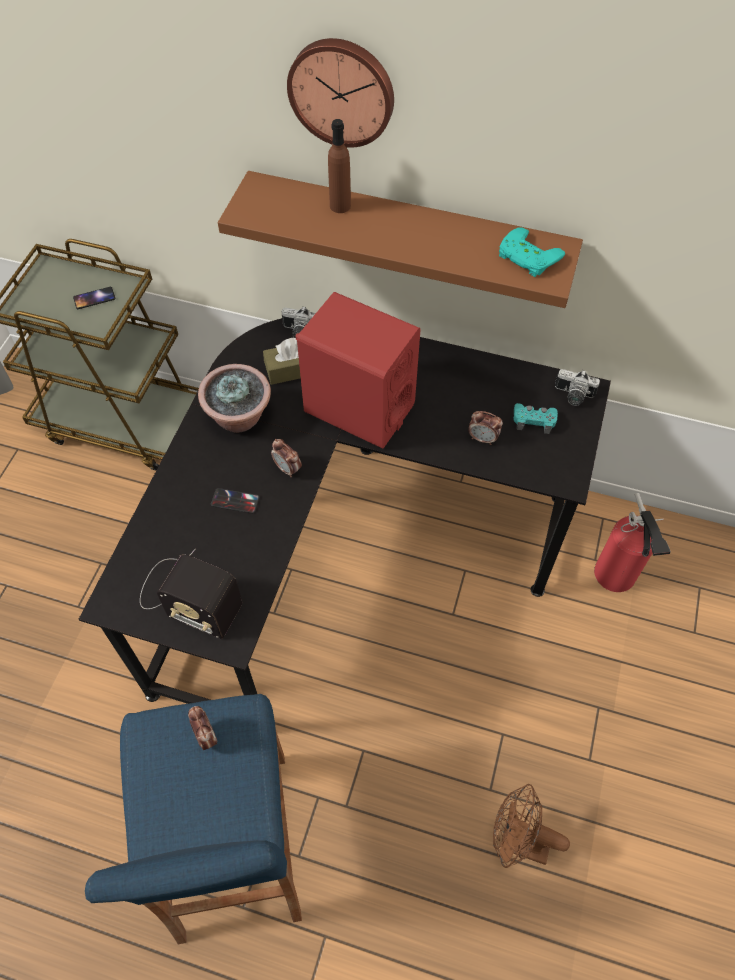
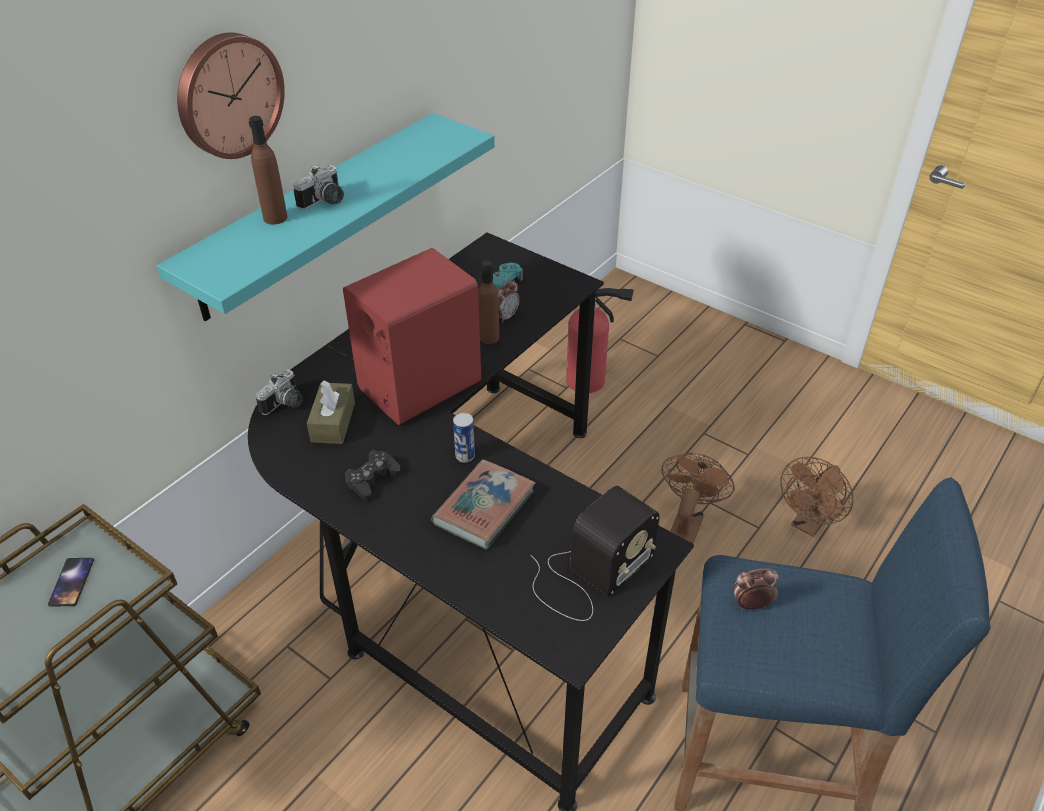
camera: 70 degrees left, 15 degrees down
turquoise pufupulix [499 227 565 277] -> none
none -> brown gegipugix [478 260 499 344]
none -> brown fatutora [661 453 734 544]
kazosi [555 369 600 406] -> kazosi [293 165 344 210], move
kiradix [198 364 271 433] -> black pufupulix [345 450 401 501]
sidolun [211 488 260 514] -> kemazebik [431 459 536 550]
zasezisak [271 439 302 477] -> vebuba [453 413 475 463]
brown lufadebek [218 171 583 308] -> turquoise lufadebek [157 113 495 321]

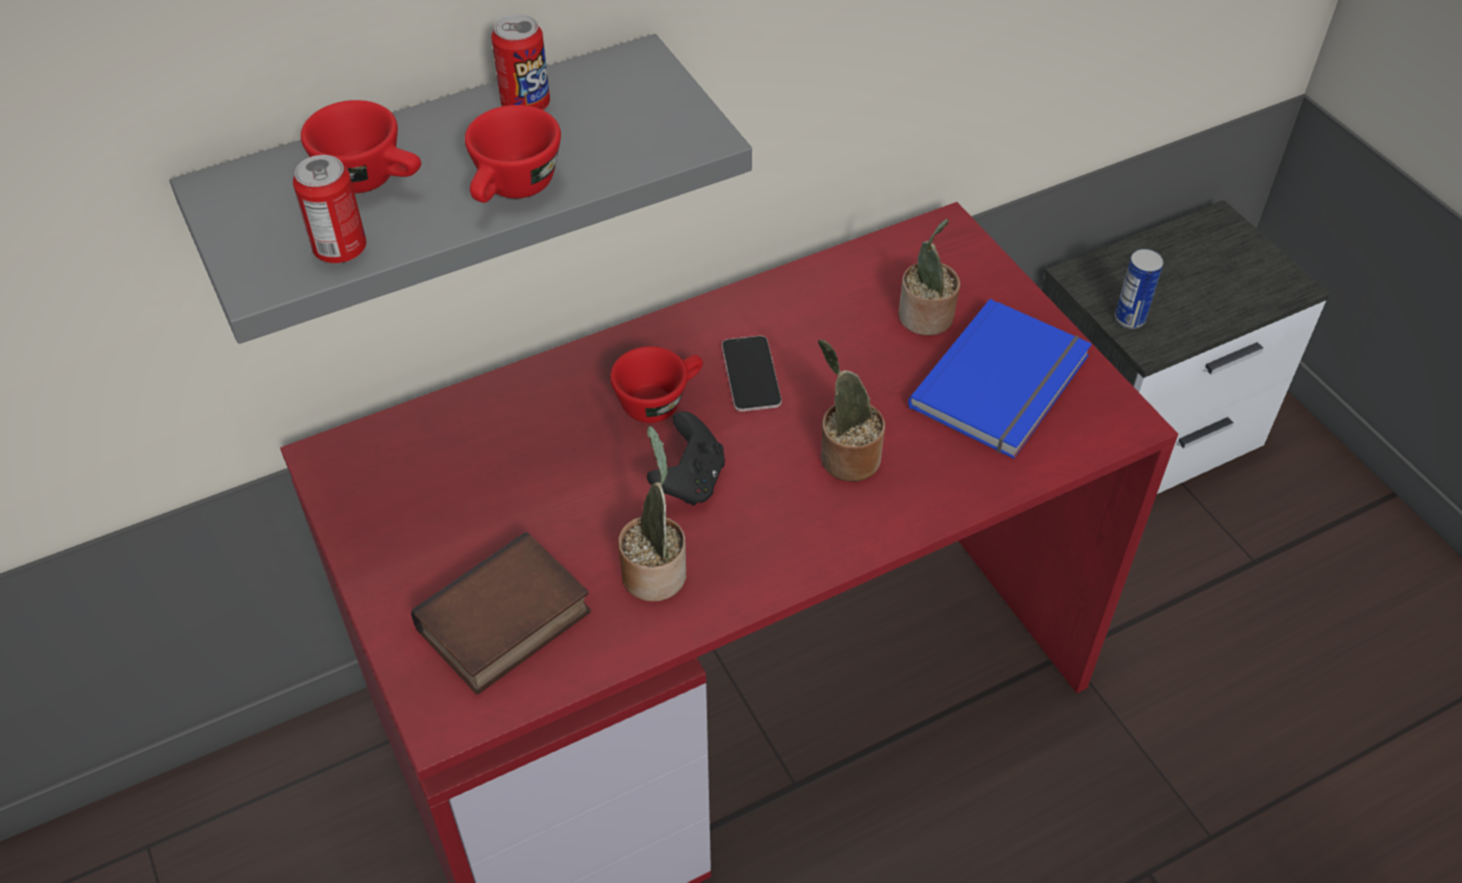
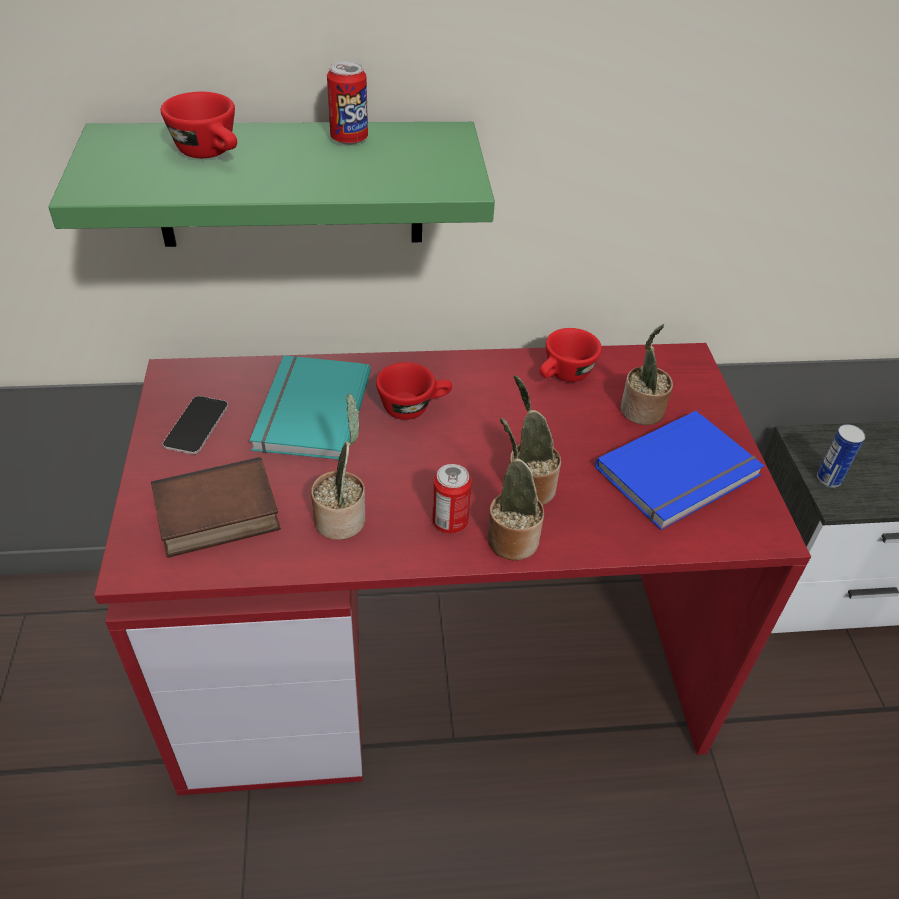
camera: 20 degrees right, 5 degrees down
black pufupulix [647 411 725 506] -> none
none -> turquoise kemazebik [250 355 371 460]
none -> kiradix [488 418 544 560]
vebuba [293 155 366 263] -> vebuba [432 464 472 534], move
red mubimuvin [465 105 561 203] -> red mubimuvin [540 328 602 382], move
sidolun [722 336 782 412] -> sidolun [162 396 228 454], move
grey lufadebek [170 34 752 344] -> green lufadebek [48 122 495 247]

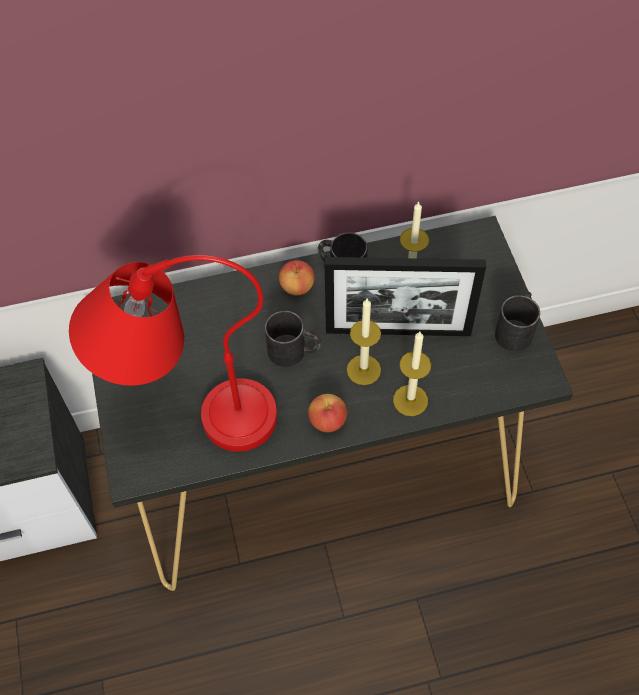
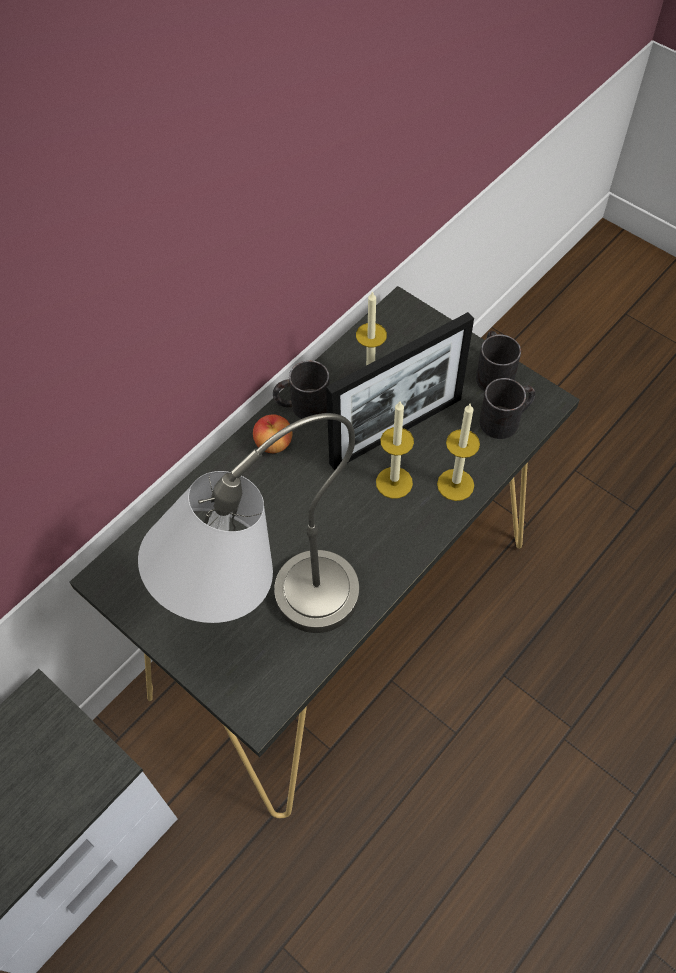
camera: 35 degrees left, 0 degrees up
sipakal [308 394 347 432] -> none
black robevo [265 311 321 367] -> black robevo [479 378 535 439], move
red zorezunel [69 255 277 452] -> grey zorezunel [138 413 359 633]

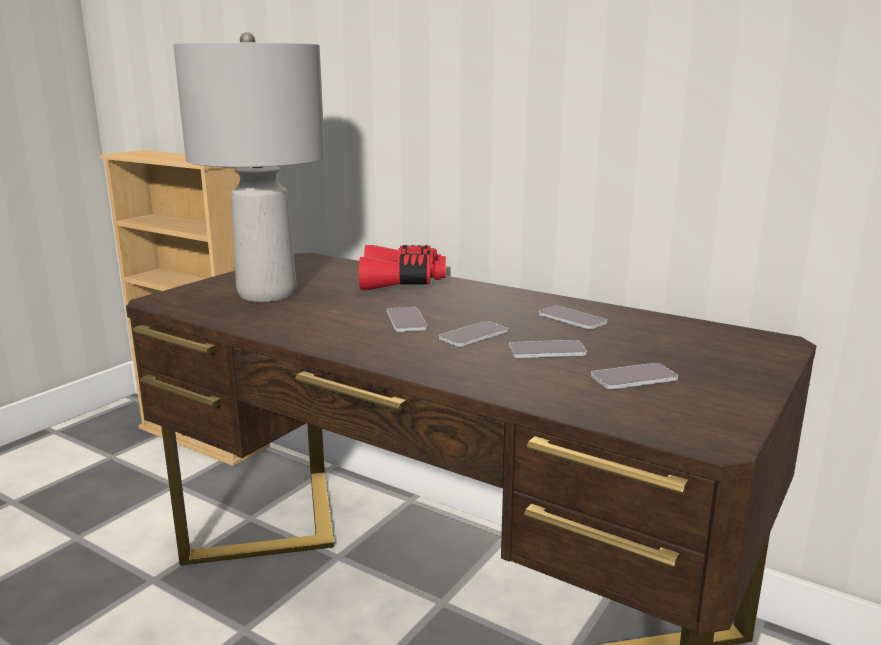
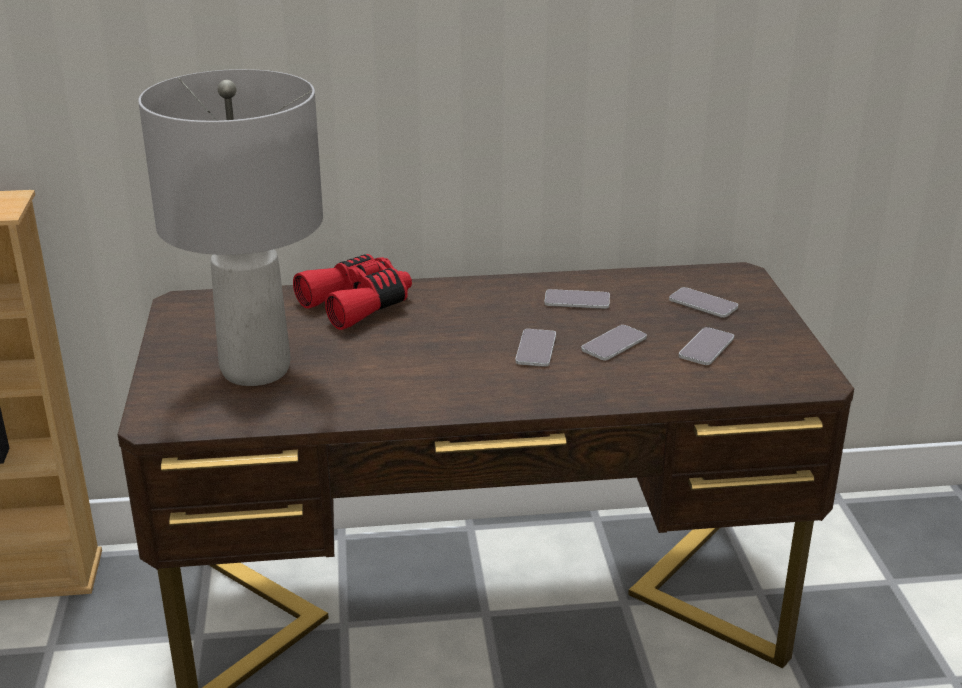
camera: 40 degrees left, 10 degrees up
sidolun [387 307 428 332] -> sidolun [669 287 738 318], move

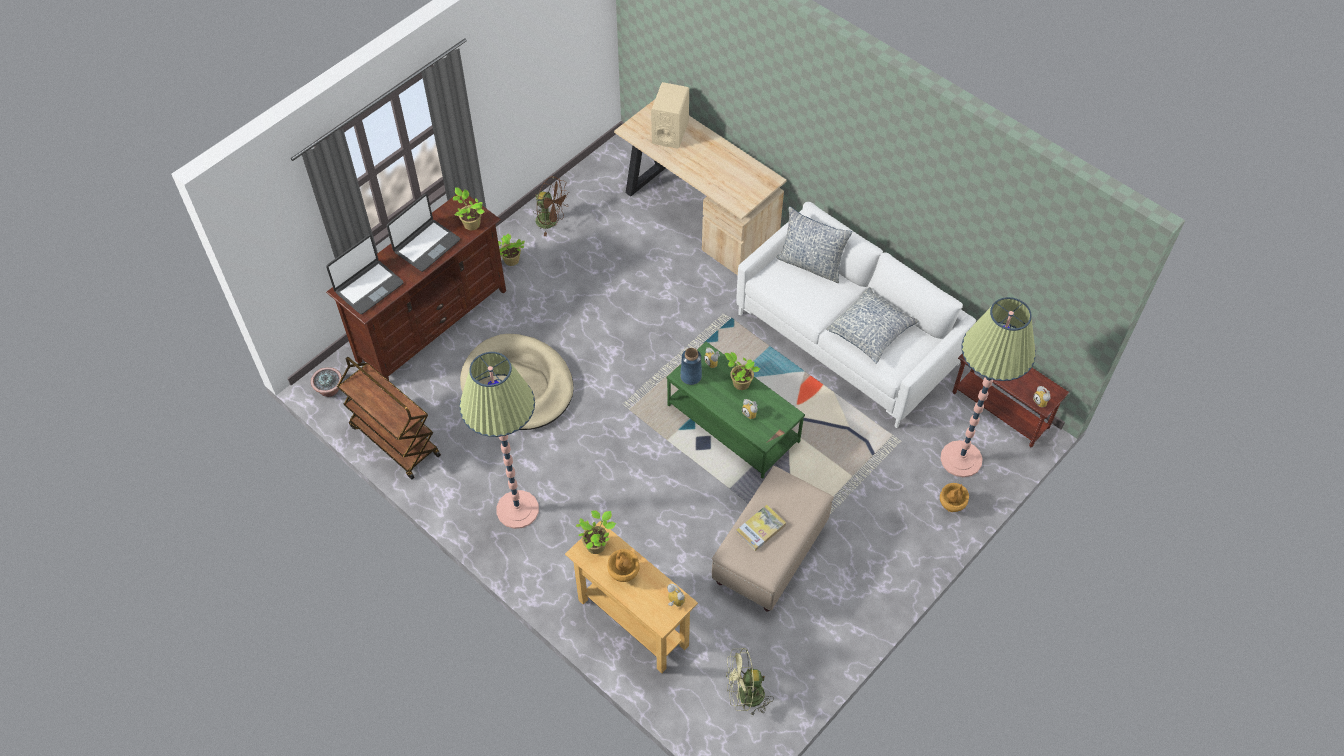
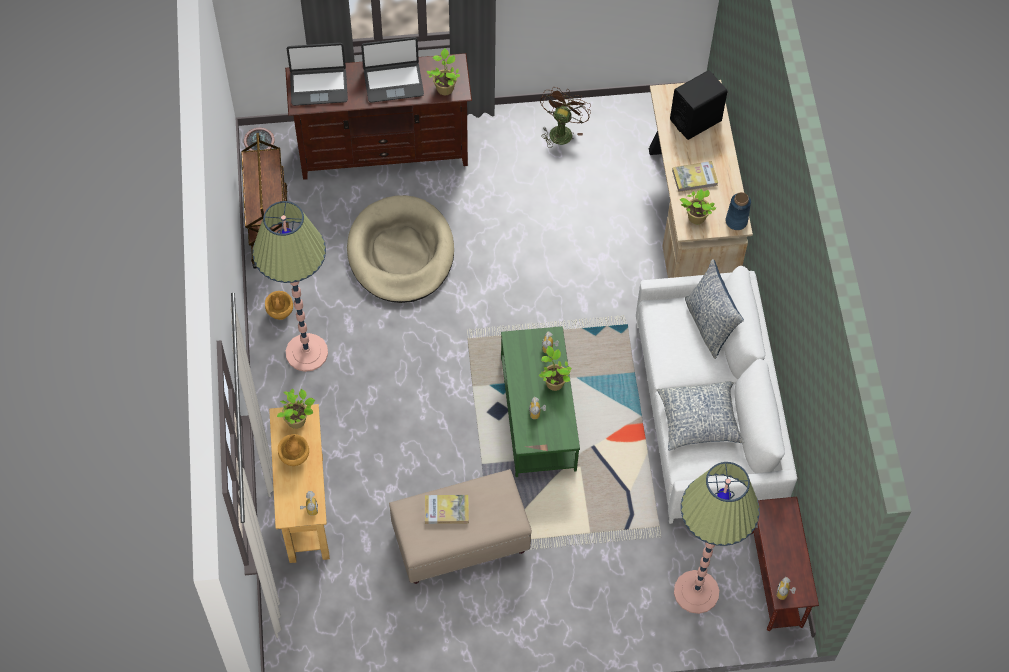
camera: 40 degrees right, 5 degrees up
green fatutora [726 648 774 716] -> none
none -> kemazebik [672 161 718 192]
kiradix [498 234 525 266] -> kiradix [680 189 716 224], move
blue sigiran [680 348 702 385] -> blue sigiran [726 192 751 230], move
brown sigiran [940 483 969 512] -> brown sigiran [265 291 293 320], move
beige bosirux [651 82 689 149] -> black bosirux [670 70 727 140]
brown fatutora [533 176 569 236] -> brown fatutora [540 87 591 147], 135 degrees counterclockwise

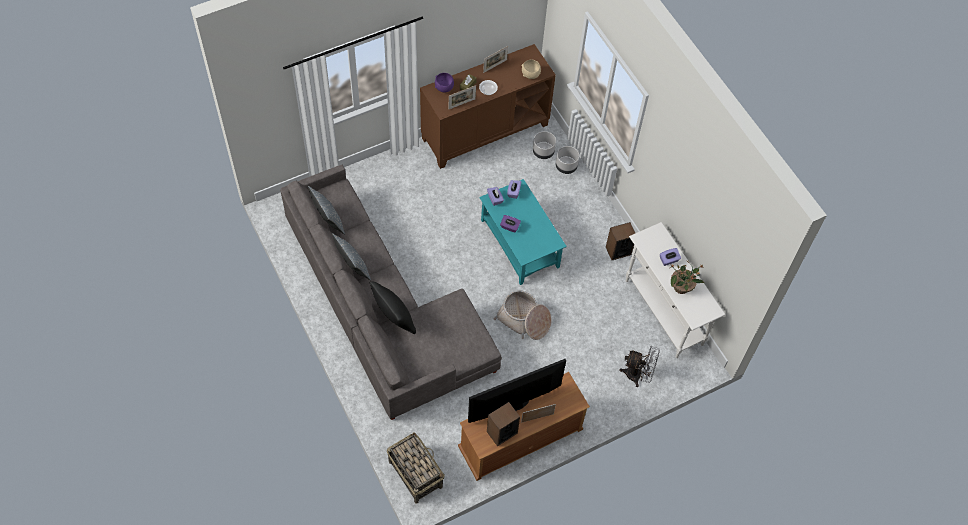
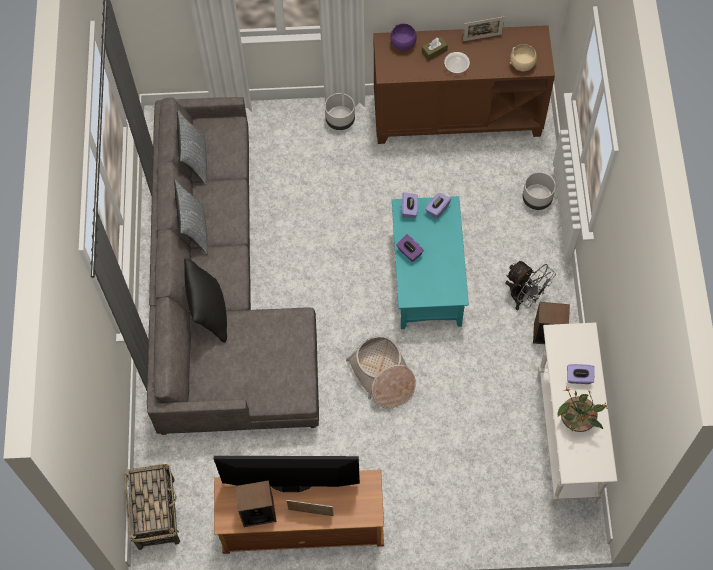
camera: 30 degrees right, 5 degrees up
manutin [449 85 476 109] -> none
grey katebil [533 131 556 159] -> grey katebil [325 93 355 130], move
grey fatutora [619 346 660 387] -> grey fatutora [505 261 556 310], move

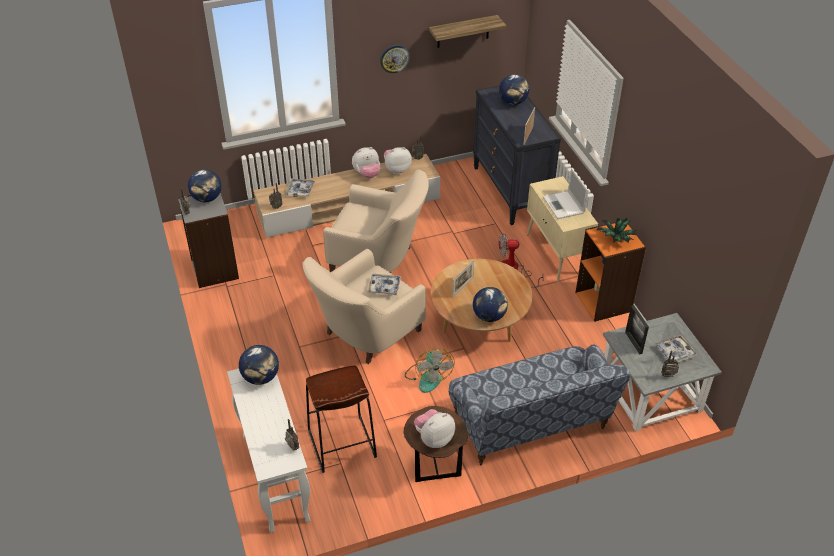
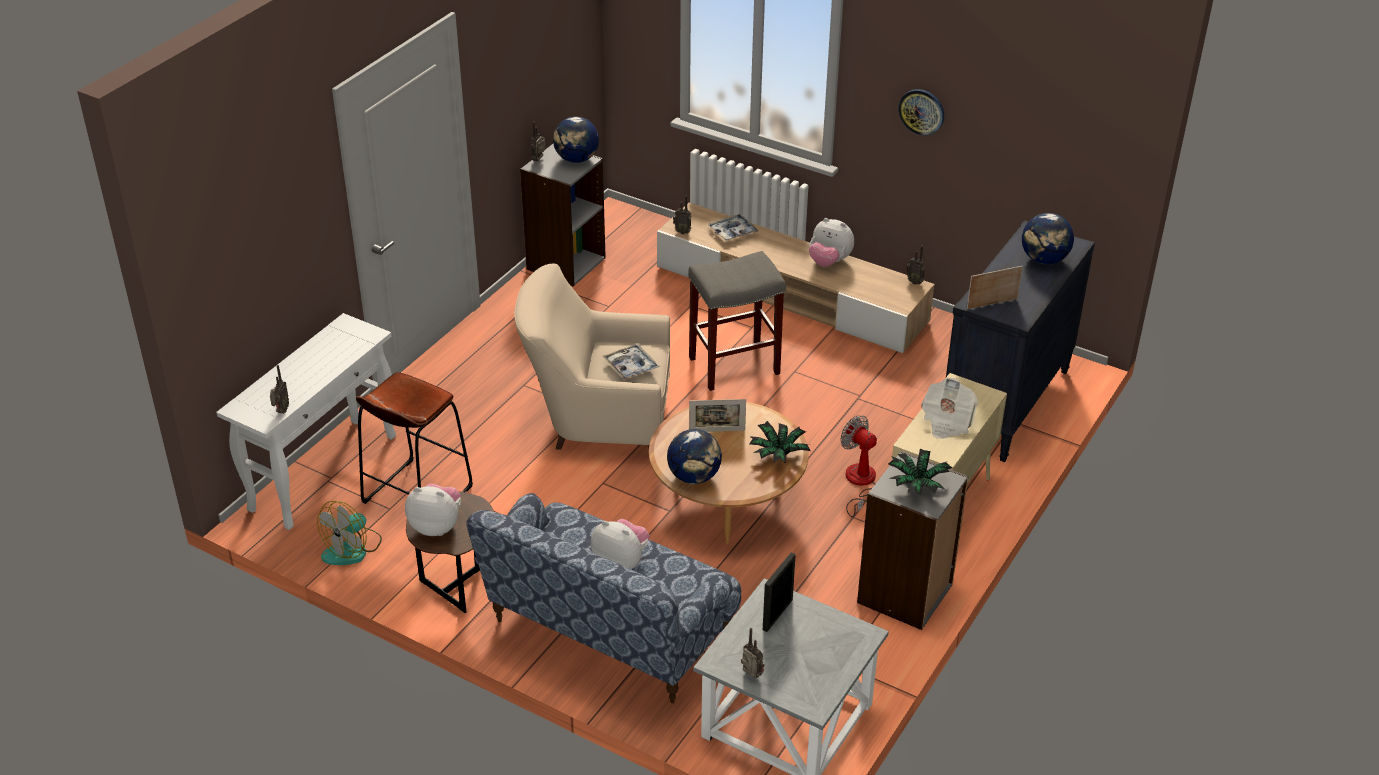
camera: 50 degrees right, 5 degrees down
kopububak [239 345 279 385] -> none
lufadebek [429 15 506 48] -> none
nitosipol [655 335 698 362] -> none
none -> kiradix [749 421 811 463]
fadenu [384 147 412 174] -> fadenu [591 519 650 570], move
fatutora [405 348 454 393] -> fatutora [317 501 382 565], move
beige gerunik [323 170 429 274] -> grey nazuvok [688 251 786 391]
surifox [543 168 589 219] -> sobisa [921 378 978 439]
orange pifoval [576 220 646 322] -> grey pifoval [857 451 968 630]

